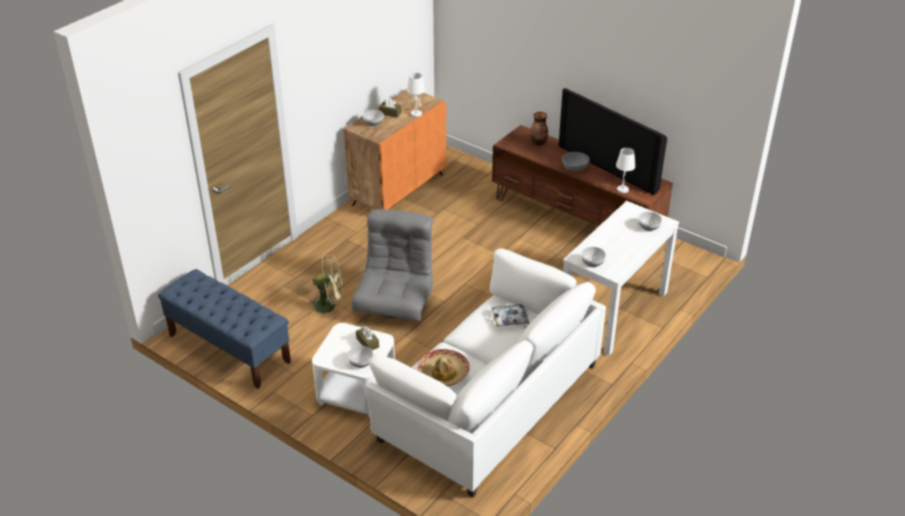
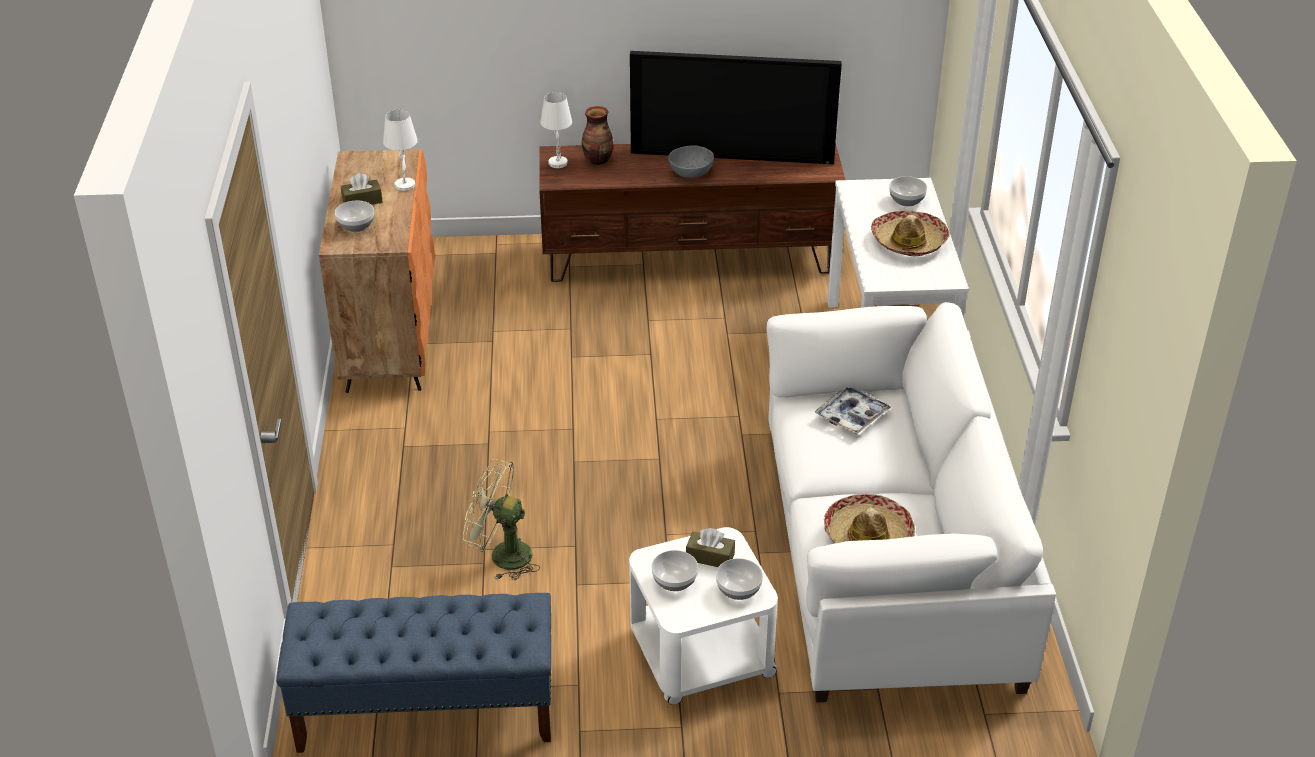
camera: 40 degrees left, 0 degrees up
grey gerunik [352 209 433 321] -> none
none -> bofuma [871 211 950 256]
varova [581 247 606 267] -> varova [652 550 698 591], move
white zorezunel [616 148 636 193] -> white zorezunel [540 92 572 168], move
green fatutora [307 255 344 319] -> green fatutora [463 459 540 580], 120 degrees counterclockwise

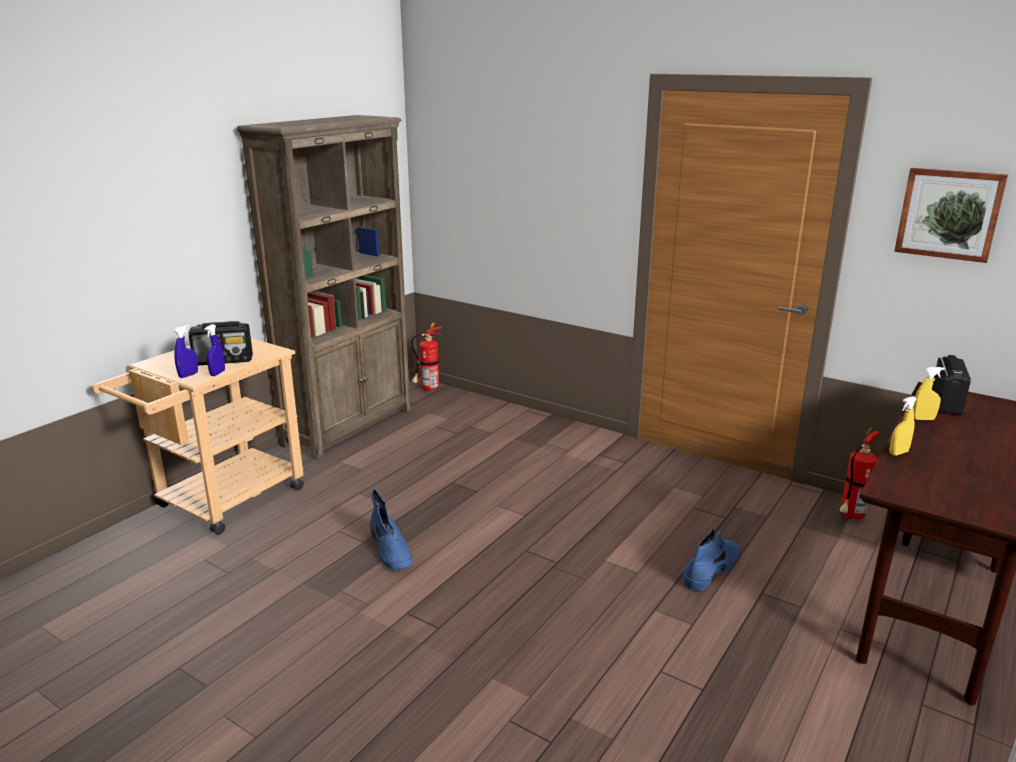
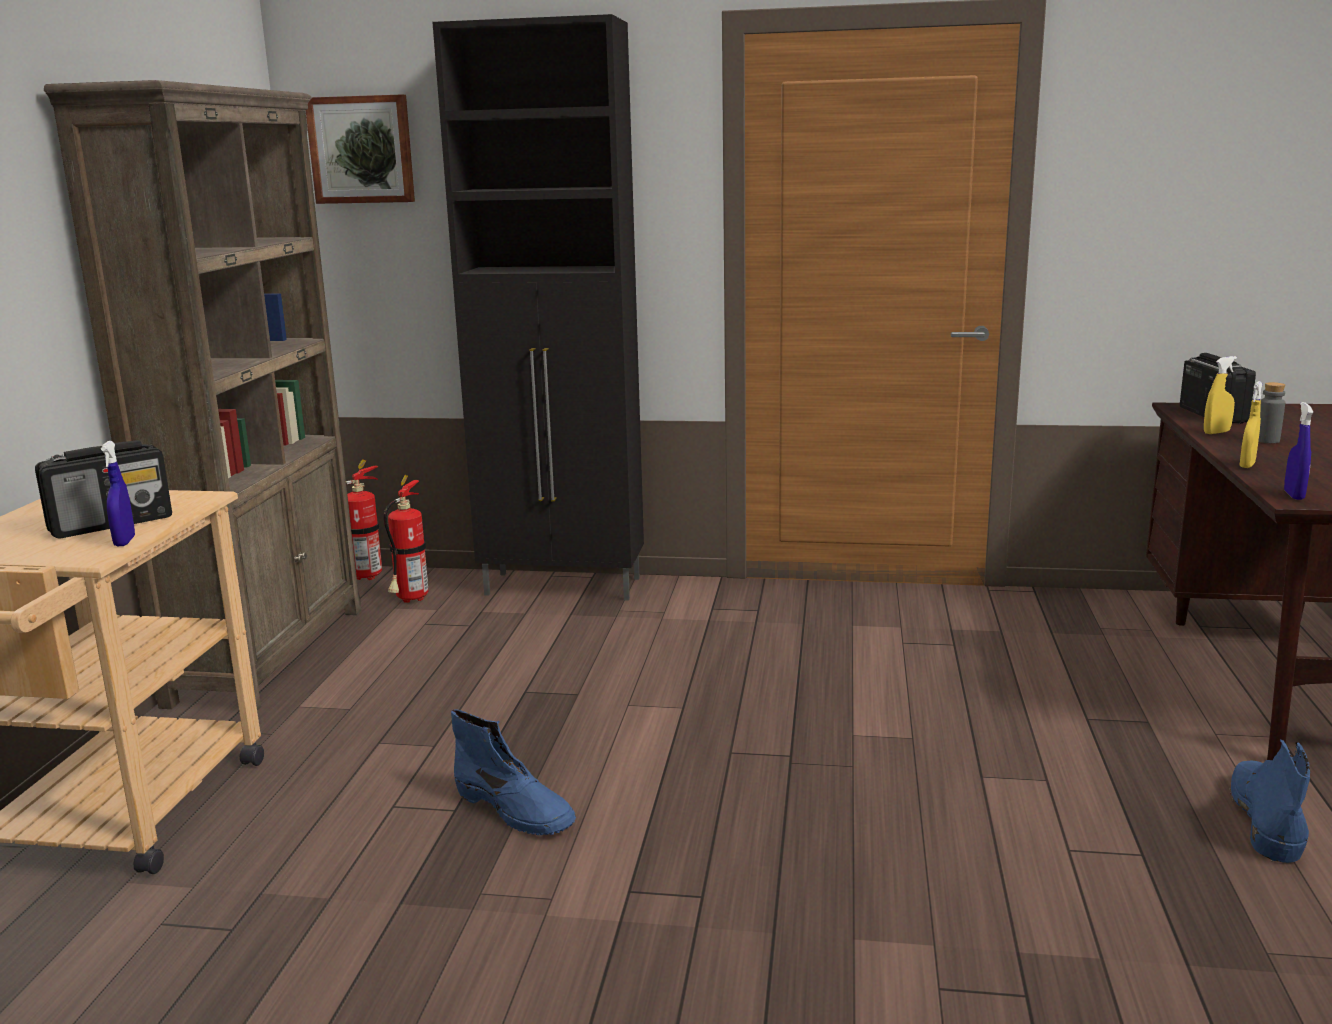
camera: 25 degrees left, 5 degrees down
none -> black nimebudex [432 14 644 601]
none -> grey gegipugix [1258 382 1285 443]
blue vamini [174 325 198 378] -> blue vamini [1284 402 1313 500], move
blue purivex [683 527 740 591] -> blue purivex [1229 739 1310 863], move
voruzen [839 427 879 520] -> voruzen [384 475 428 603], move
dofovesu [894 168 1008 263] -> dofovesu [306 94 415 204], move

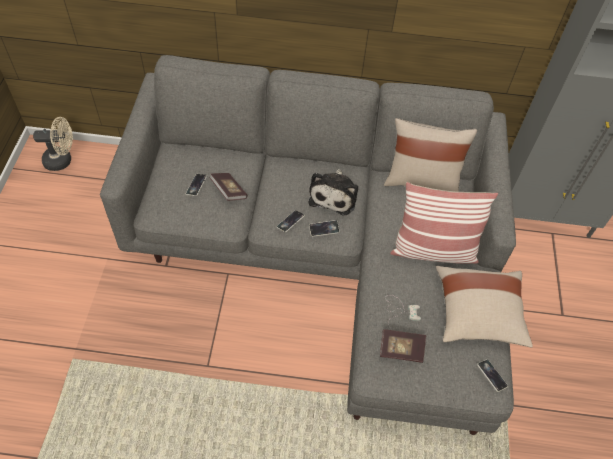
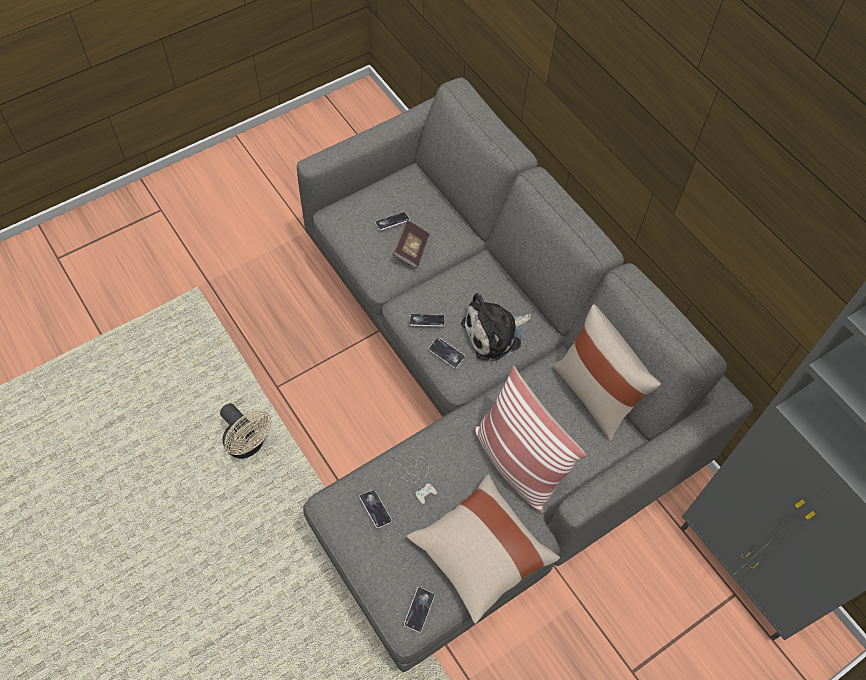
camera: 50 degrees right, 5 degrees up
beige fatutora [33 117 73 171] -> beige fatutora [220 403 272 459], move
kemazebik [380 329 426 363] -> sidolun [359 490 392 528]

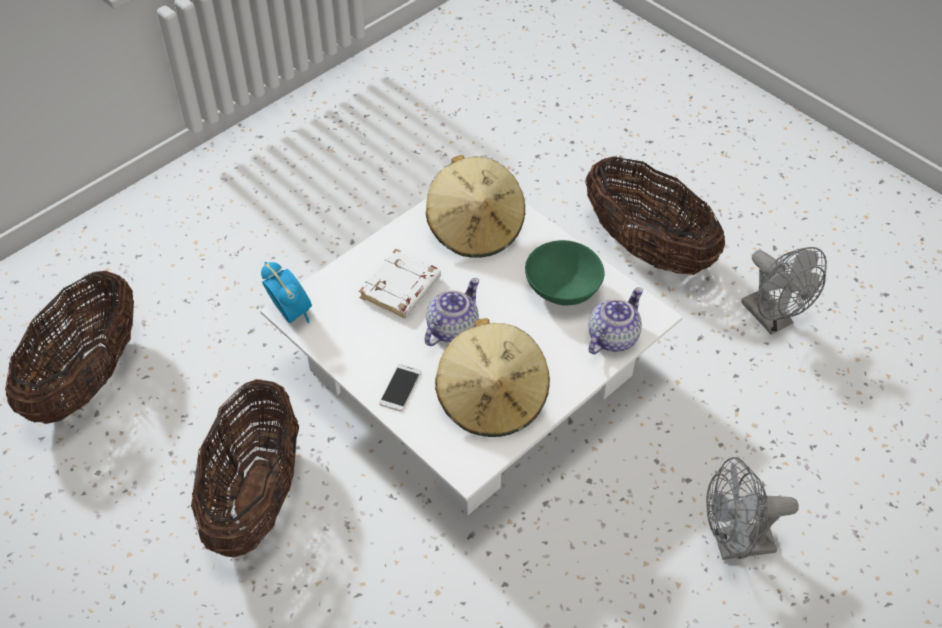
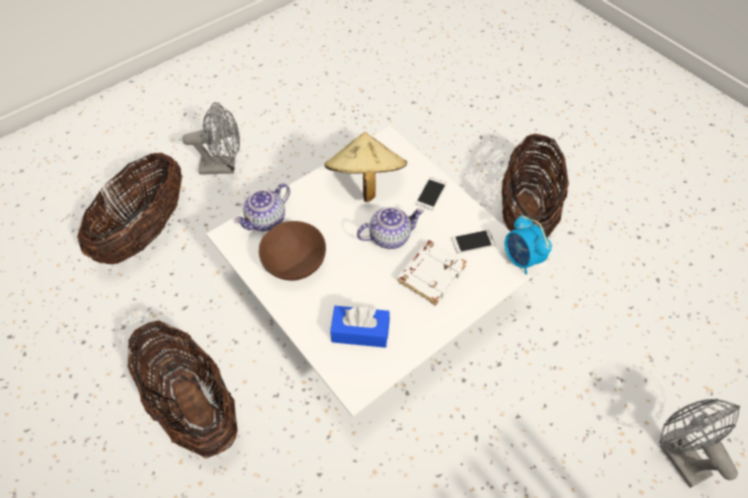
camera: 175 degrees left, 5 degrees up
none -> sidolun [451 230 495 253]
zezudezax [5 271 134 424] -> zezudezax [77 152 183 264], move
grey fatutora [741 247 827 334] -> grey fatutora [659 399 740 488], move
beige bofuma [426 155 525 258] -> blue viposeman [330 306 390 348]
green varova [525 240 605 306] -> brown varova [259 221 326 281]
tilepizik [425 278 479 346] -> tilepizik [357 207 424 249], 150 degrees counterclockwise

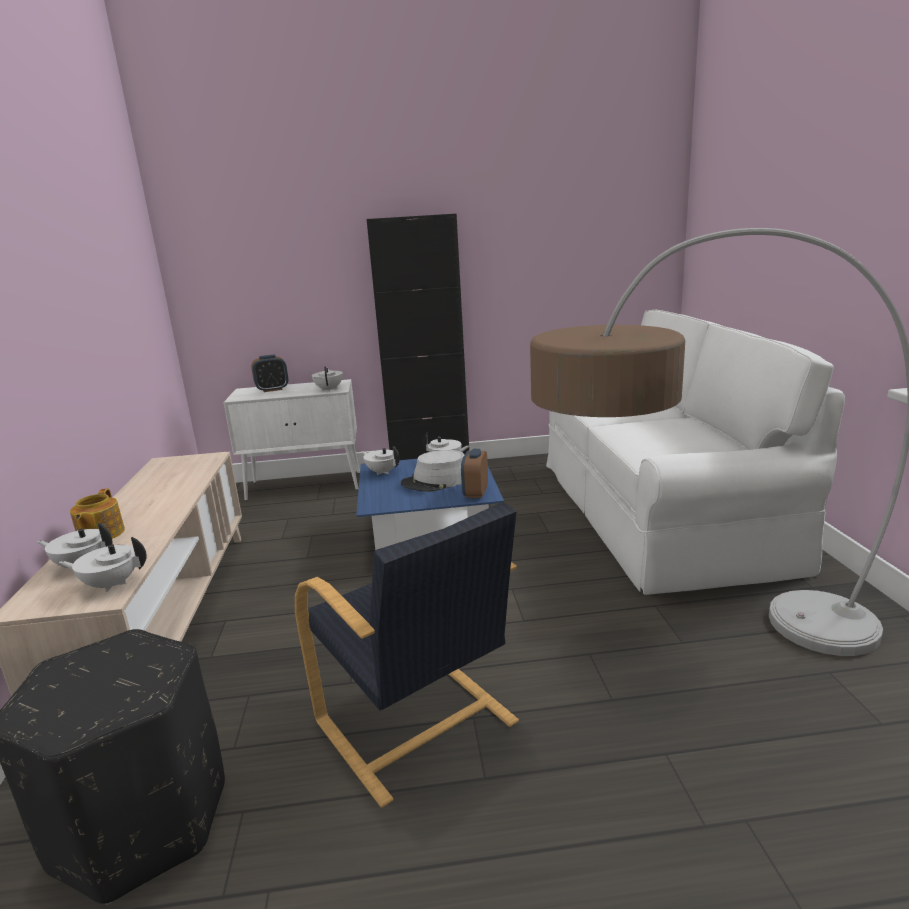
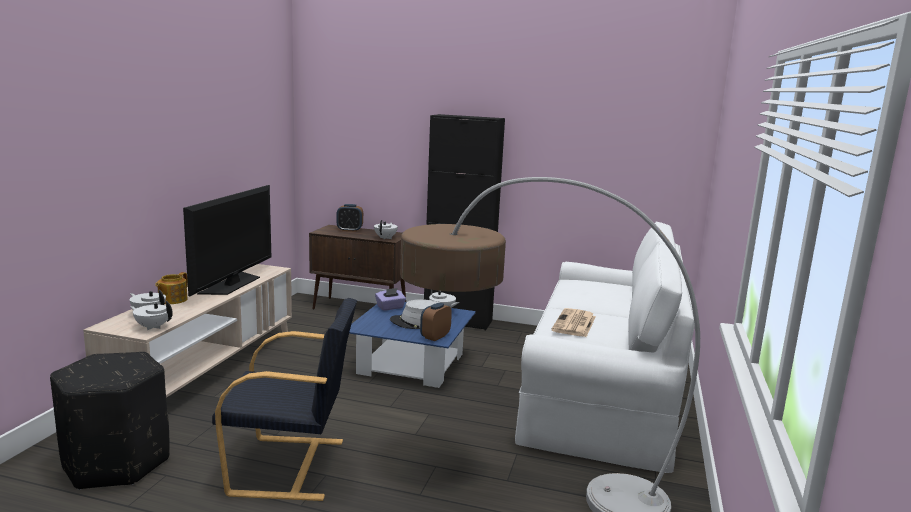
camera: 20 degrees right, 5 degrees down
none -> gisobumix [183 185 271 296]
none -> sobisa [551 308 596 337]
white tilepizik [361 446 399 475] -> purple viposeman [375 288 406 311]
white nimebudex [223 379 360 501] -> brown nimebudex [309 225 406 310]
black gerunik [295 503 519 808] -> black gerunik [212 298 357 501], 75 degrees counterclockwise

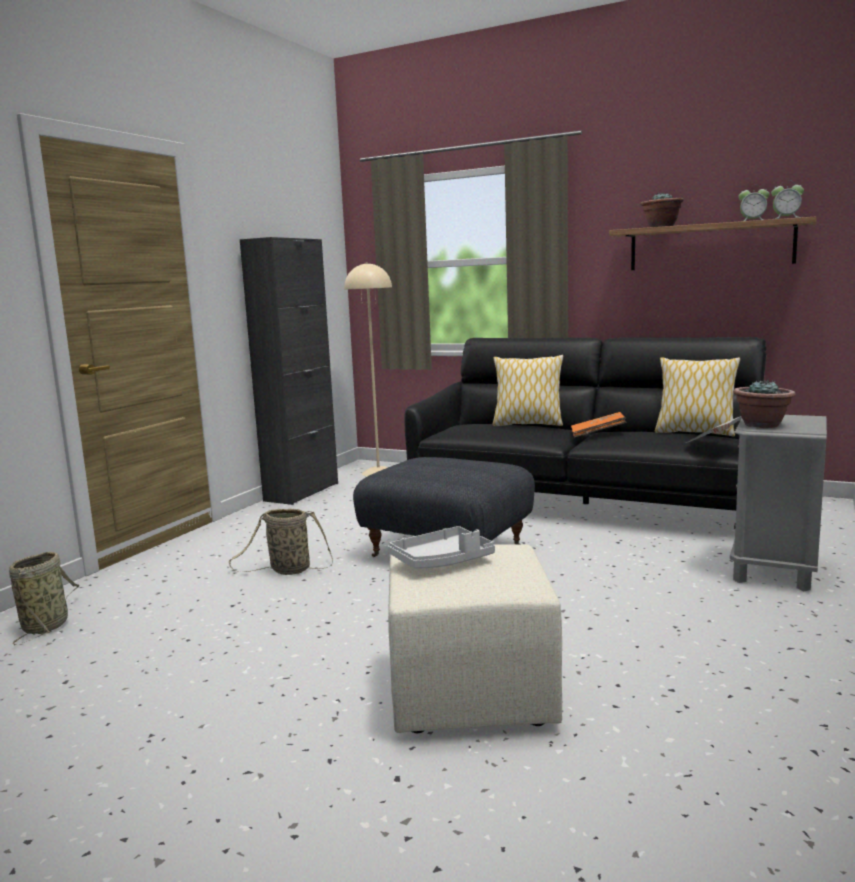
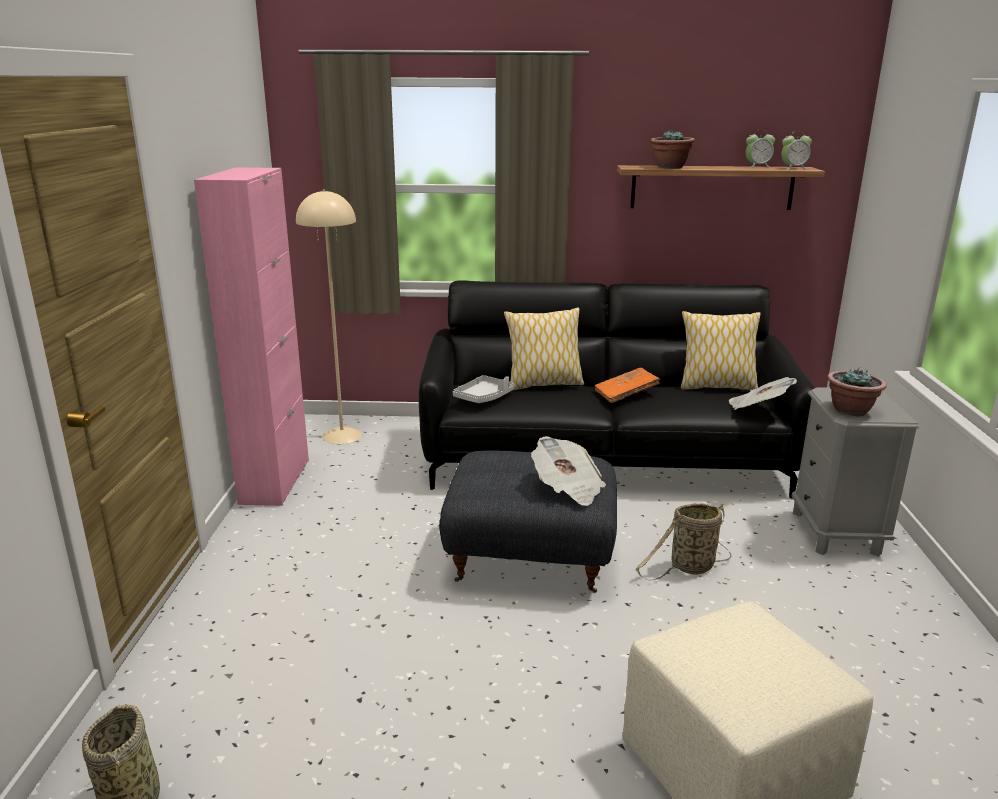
camera: 25 degrees left, 10 degrees up
none -> sobisa [531 436 606 506]
zezudezax [229 509 333 575] -> zezudezax [636 503 731 581], move
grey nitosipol [388 526 495 569] -> grey nitosipol [453 375 515 403], move
black nimebudex [240 237 338 505] -> pink nimebudex [194 167 309 506]

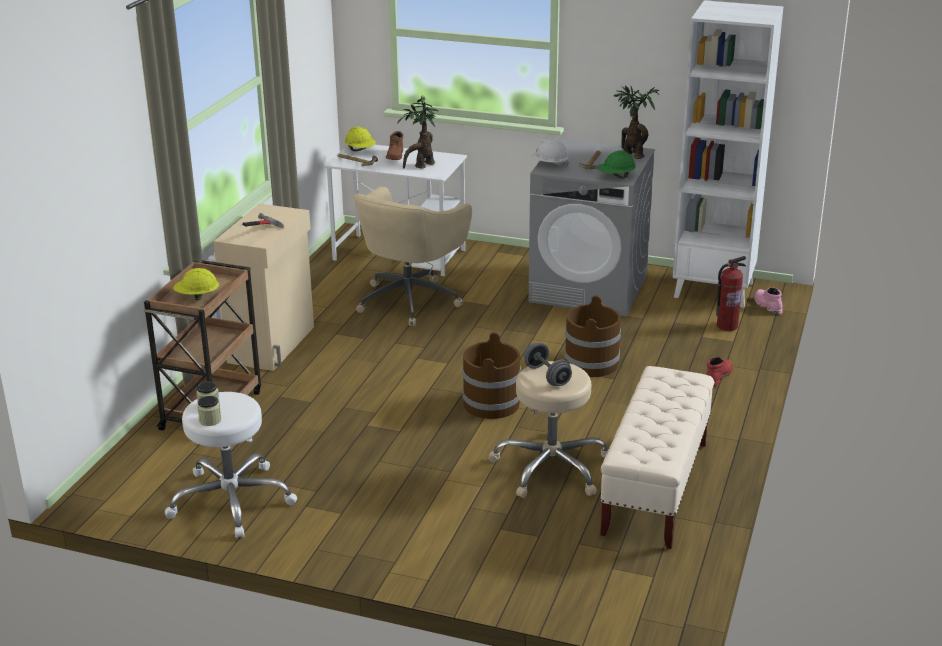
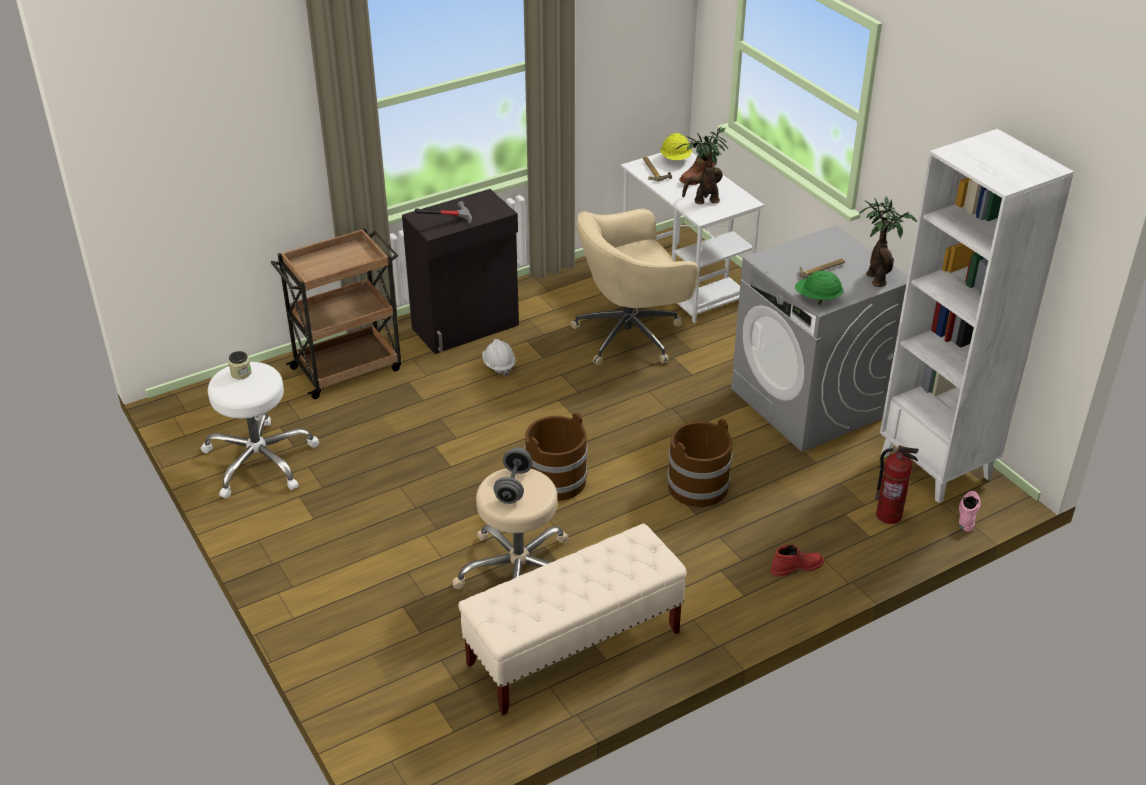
camera: 40 degrees right, 10 degrees up
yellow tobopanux [173 268 219 300] -> none
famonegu [197 396 221 426] -> none
white tobopanux [531 138 569 167] -> white tobopanux [482 339 516 376], move
beige nimebudex [214 204 314 371] -> black nimebudex [402 189 519 354]

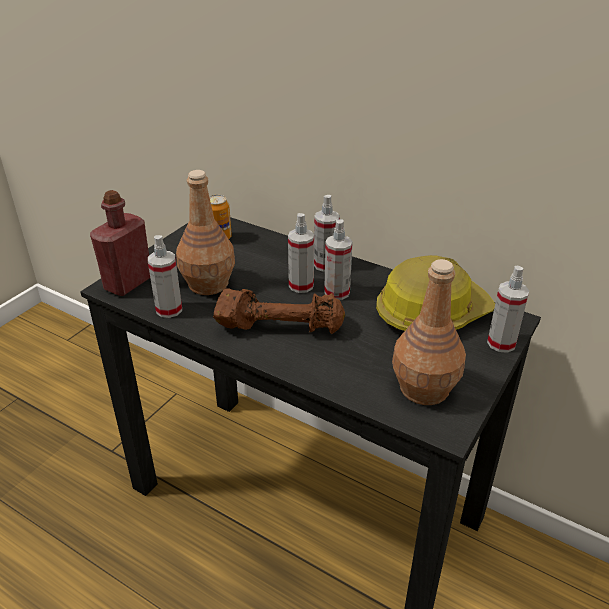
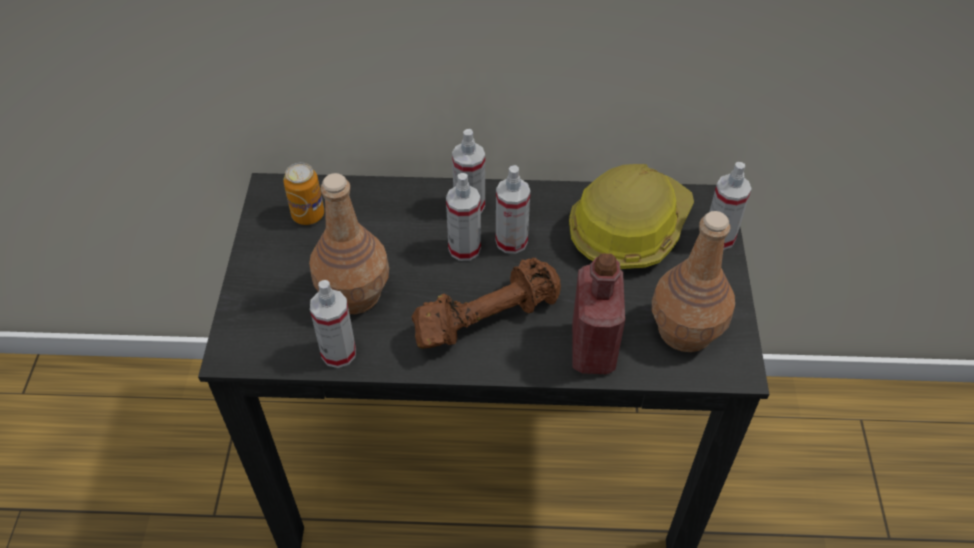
camera: 30 degrees left, 15 degrees up
red gegipugix [90 190 150 296] -> red gegipugix [572 253 625 374], move

